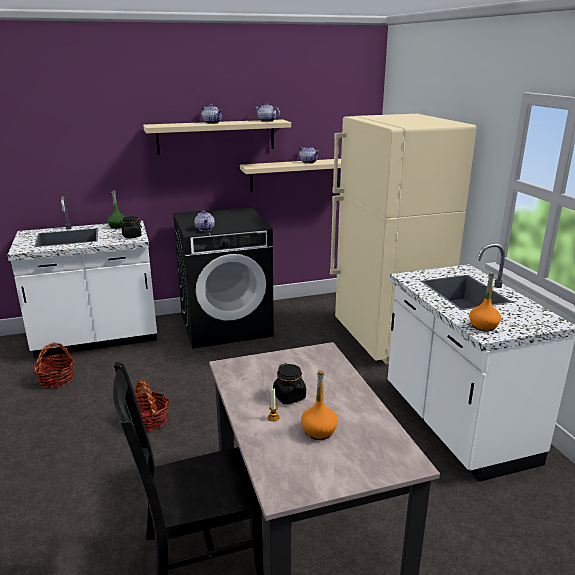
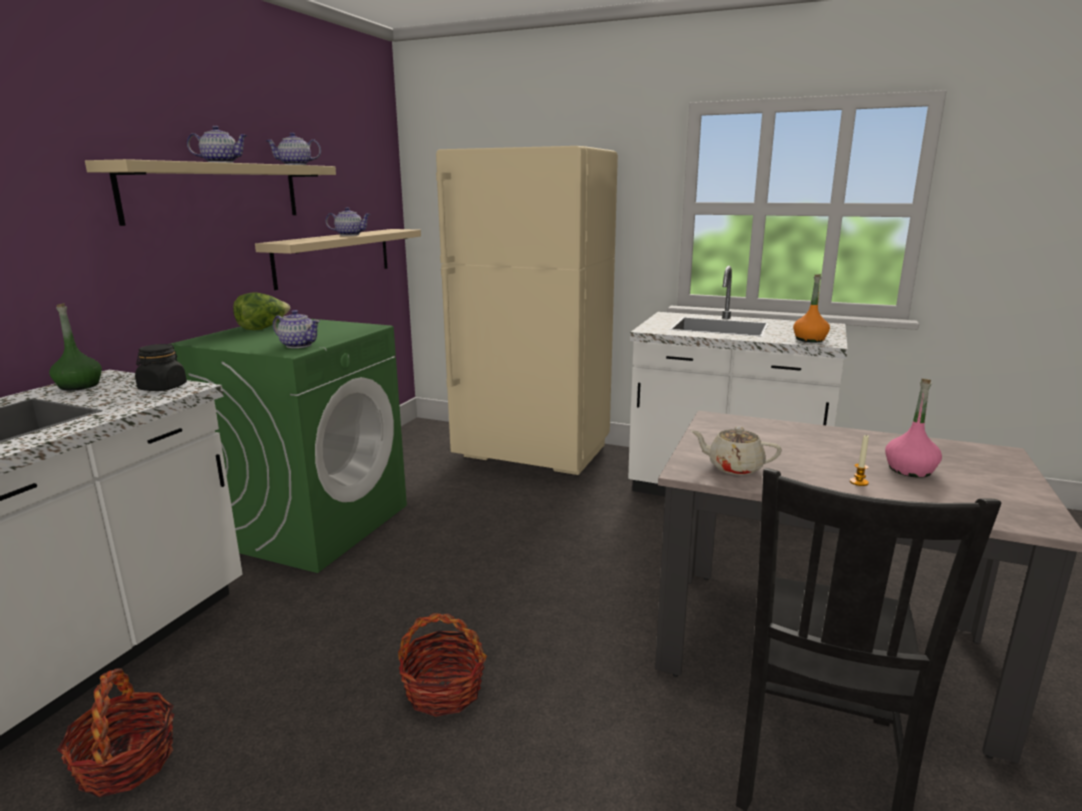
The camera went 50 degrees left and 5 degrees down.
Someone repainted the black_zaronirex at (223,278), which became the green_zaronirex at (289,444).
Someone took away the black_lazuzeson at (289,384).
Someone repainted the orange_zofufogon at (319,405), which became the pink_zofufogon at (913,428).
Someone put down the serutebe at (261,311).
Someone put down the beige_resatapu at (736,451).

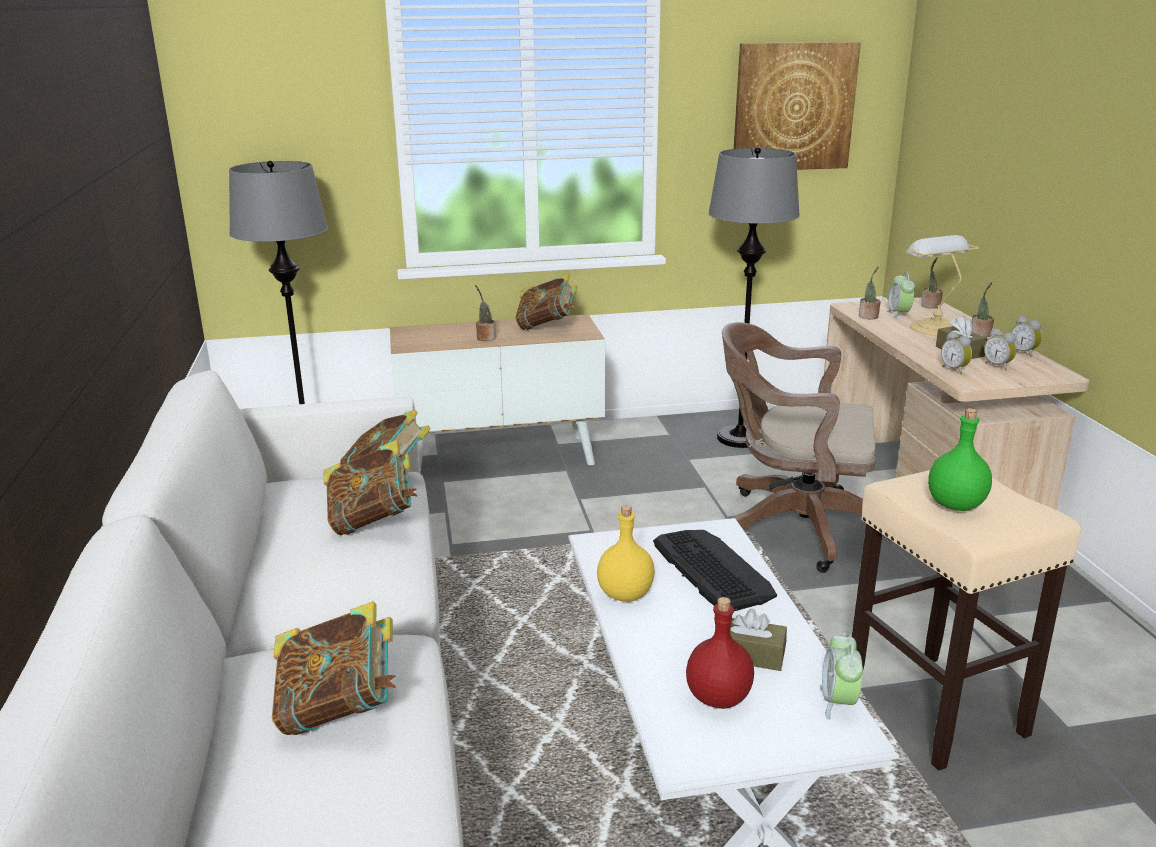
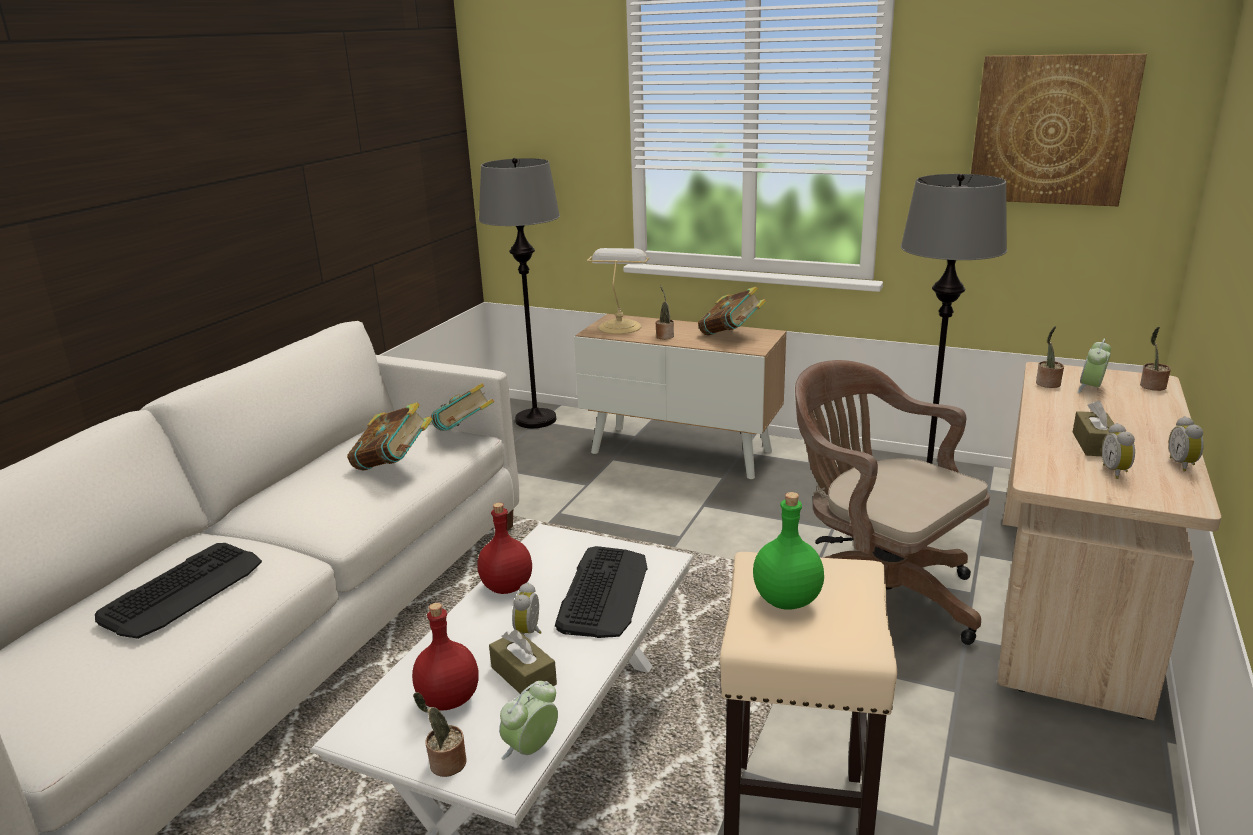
The camera went 35 degrees right and 0 degrees up.
Someone swapped the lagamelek at (334,668) for the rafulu at (178,591).
Someone repainted the yellow_zofufogon at (626,553), which became the red_zofufogon at (504,548).
Someone carried the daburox from (942,285) to (618,291).
Someone carried the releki from (956,352) to (527,608).
Someone carried the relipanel from (982,310) to (440,734).

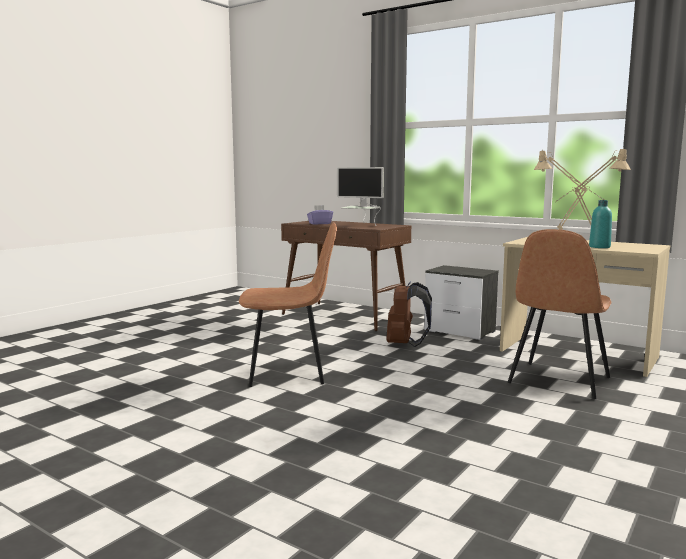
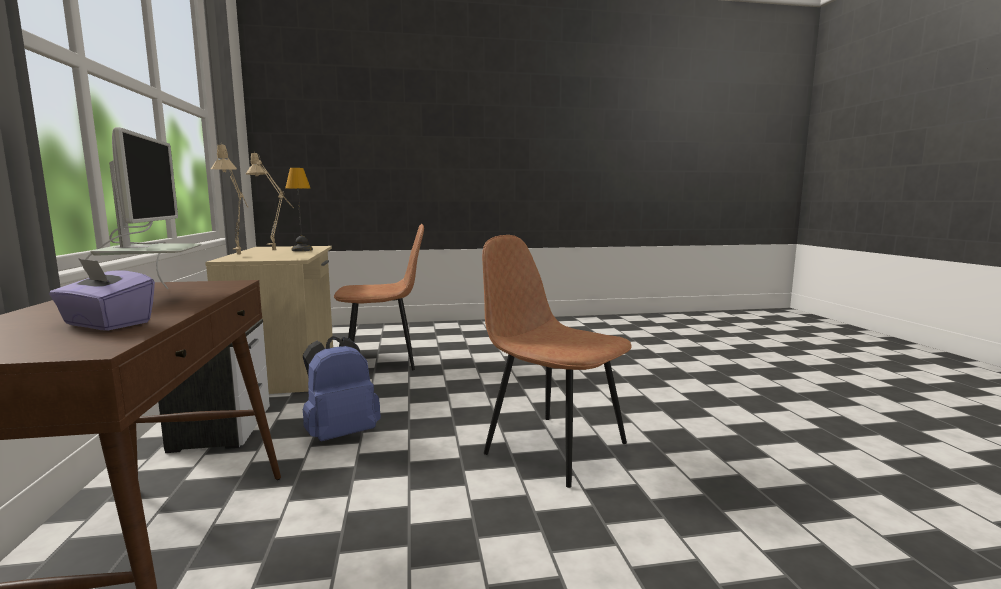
The camera went 135 degrees left and 0 degrees up.
Someone repainted the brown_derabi at (409,314), which became the blue_derabi at (342,388).
Someone swapped the turquoise_zofufogon at (600,224) for the daburox at (299,209).

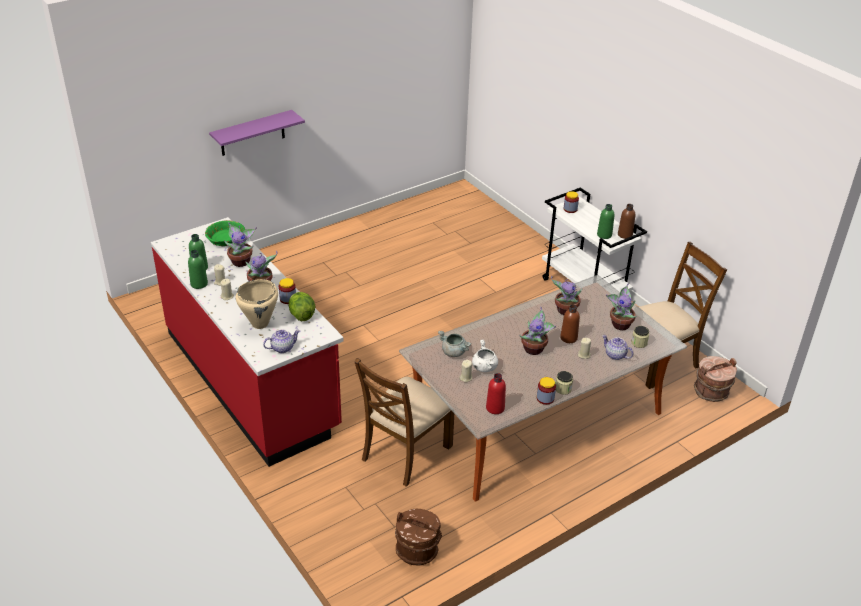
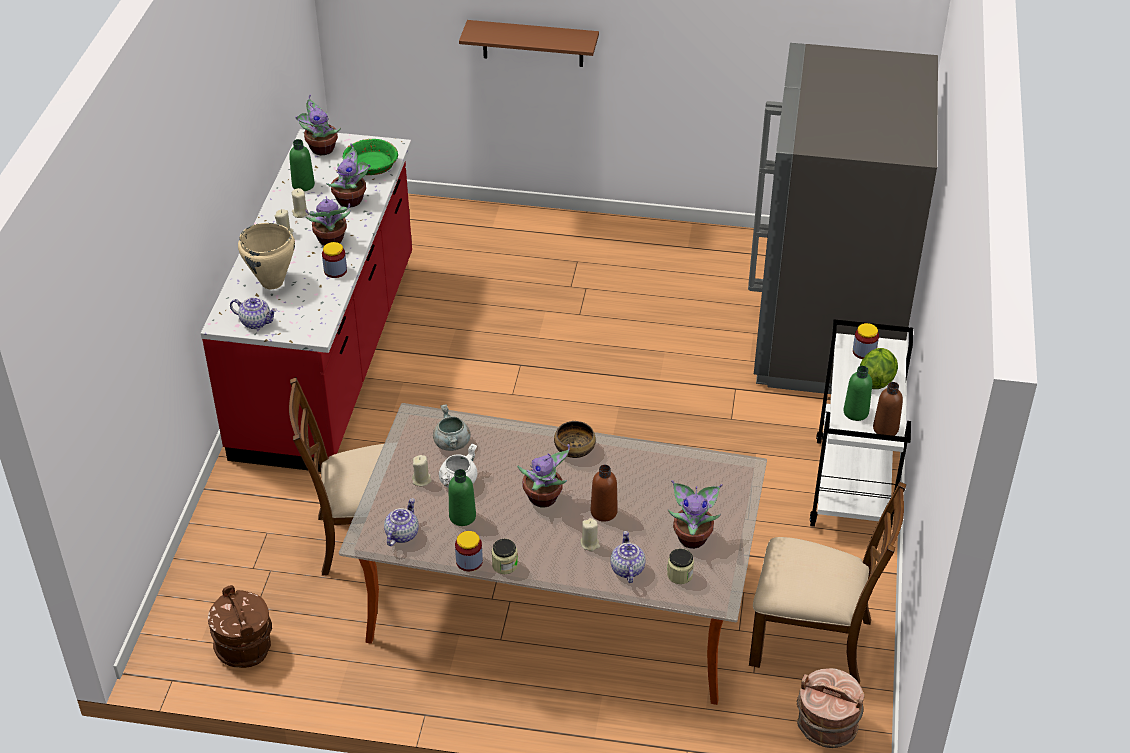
The camera went 45 degrees right and 5 degrees up.
Someone carried the green_zofufogon from (198,269) to (462,497).
Someone repainted the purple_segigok at (257,133), which became the brown_segigok at (529,43).
Someone carried the serutebe from (302,306) to (879,368).
Someone swapped the red_zofufogon at (496,393) for the resatapu at (401,522).
Someone carried the relipanel from (566,295) to (318,124).
Someone put down the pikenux at (575,439).
Someone put down the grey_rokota at (843,218).

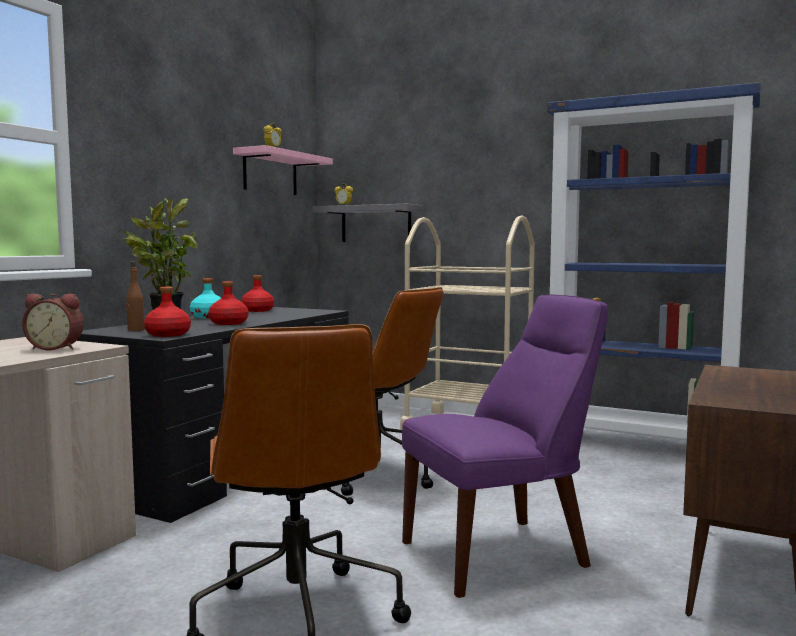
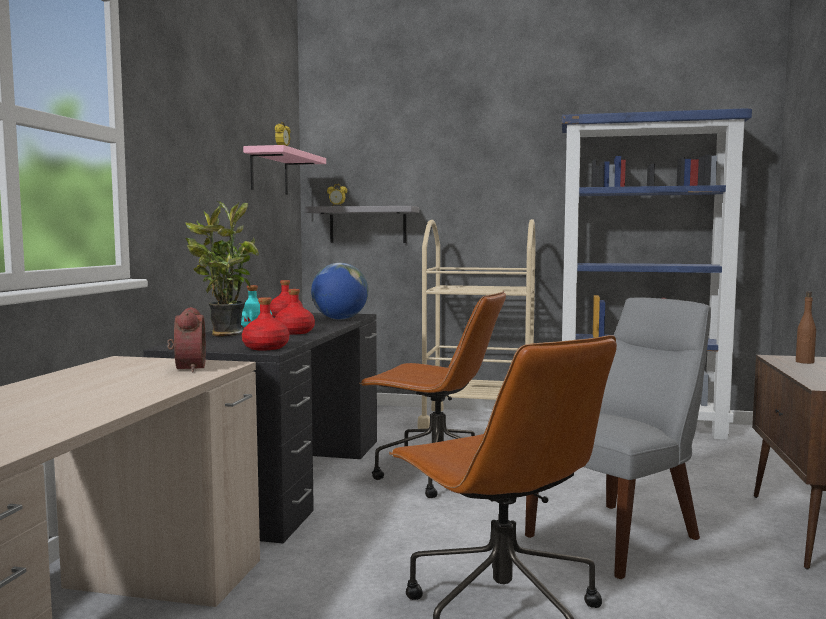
The camera went 15 degrees left and 0 degrees up.
Someone rotated the releki at (53,322) by 90 degrees counterclockwise.
Someone carried the brown_zofufogon from (135,296) to (806,327).
Someone repainted the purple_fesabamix at (505,446), which became the grey_fesabamix at (618,438).
Someone put down the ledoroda at (339,291).

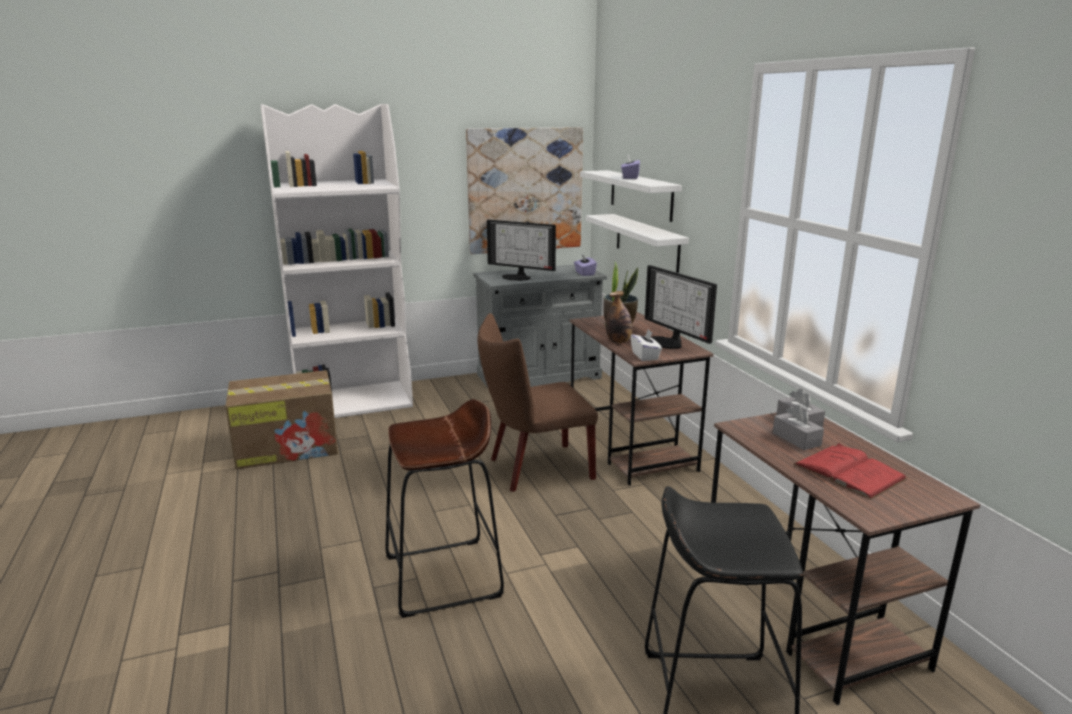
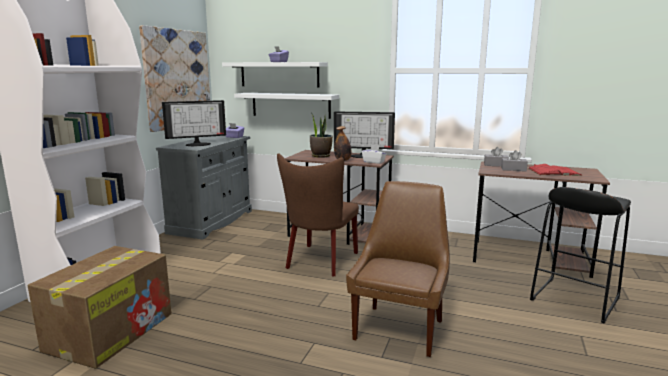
The camera went 50 degrees left and 5 degrees down.
Someone swapped the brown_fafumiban at (444,508) for the brown_fesabamix at (398,269).

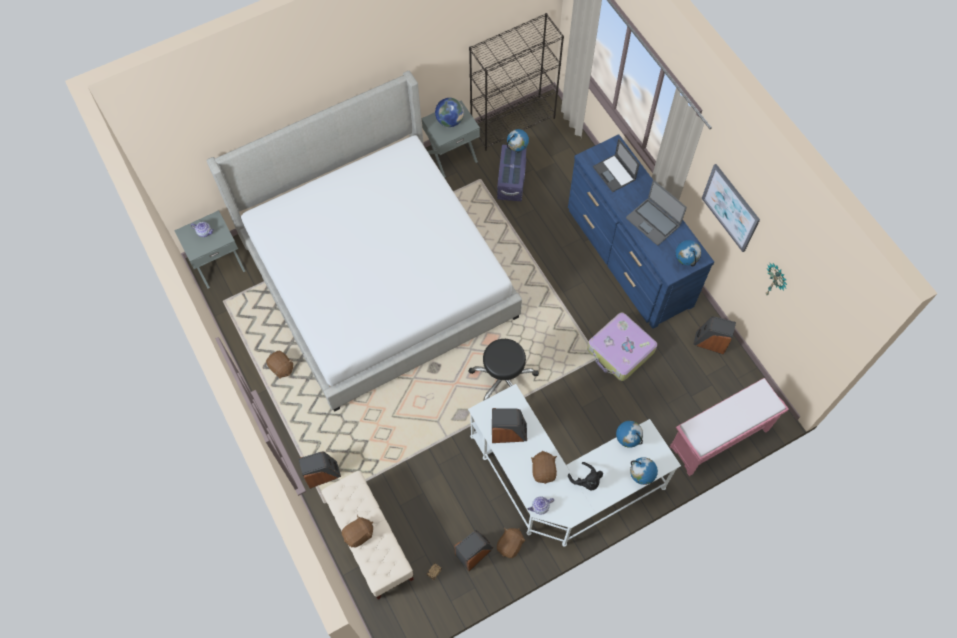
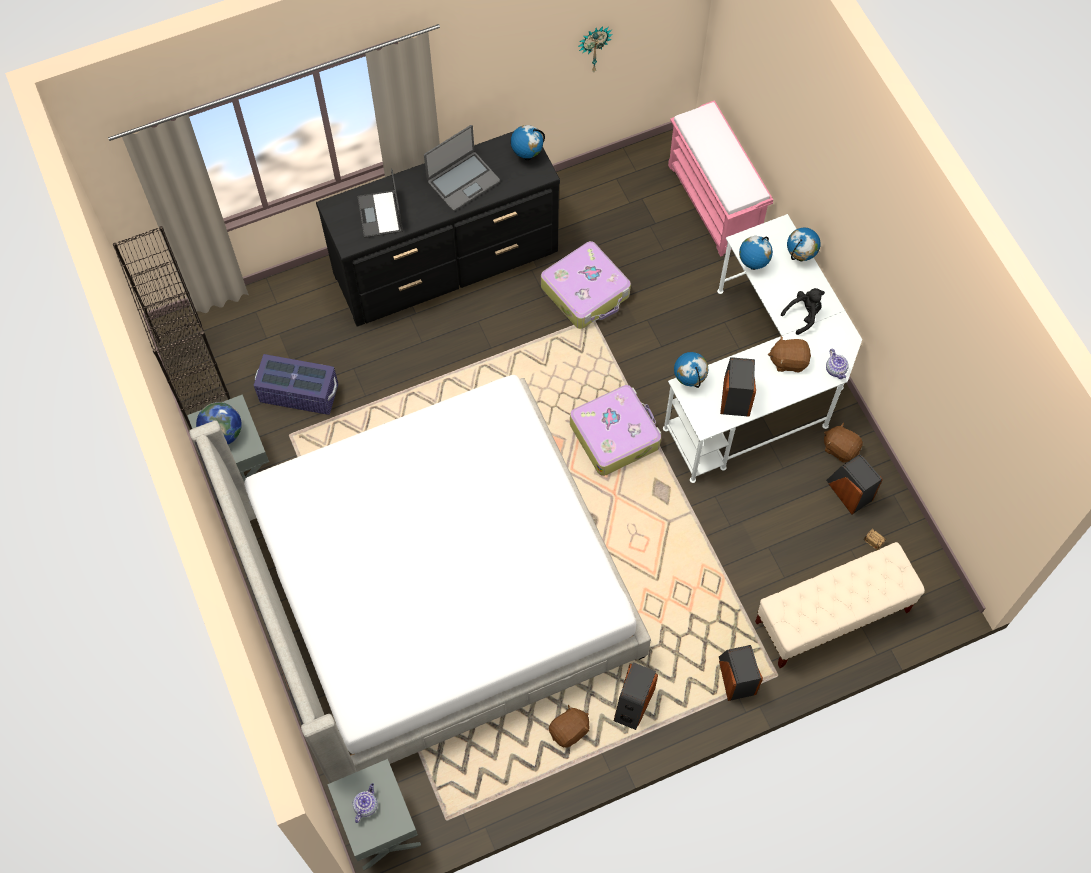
The camera went 85 degrees left and 0 degrees up.
Someone took away the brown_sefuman at (357,531).
Someone swapped the black_fafumiban at (503,370) for the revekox at (615,430).
Someone carried the ledoroda from (518,141) to (691,370).
Someone repainted the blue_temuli at (641,231), which became the black_temuli at (438,229).
Someone rotated the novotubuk at (616,165) by 105 degrees clockwise.
Someone carried the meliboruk from (714,336) to (636,696).
Someone took away the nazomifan at (730,208).

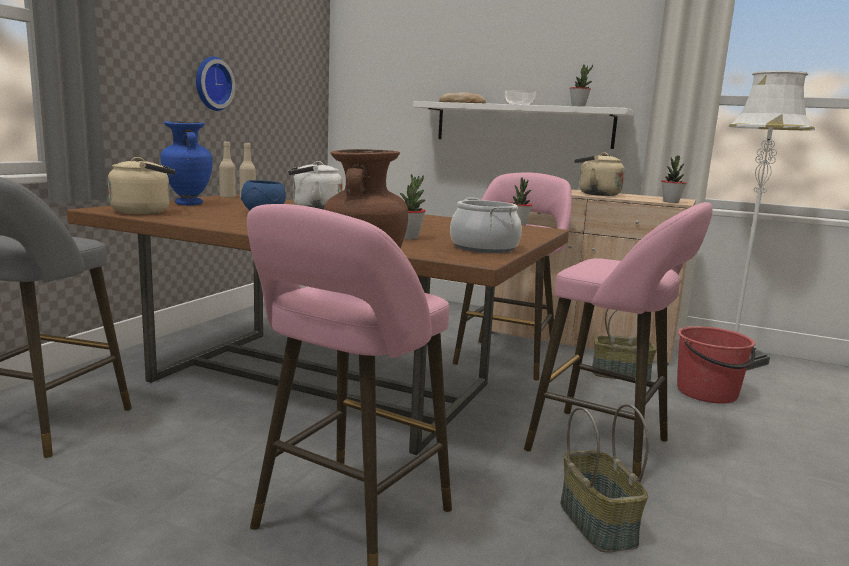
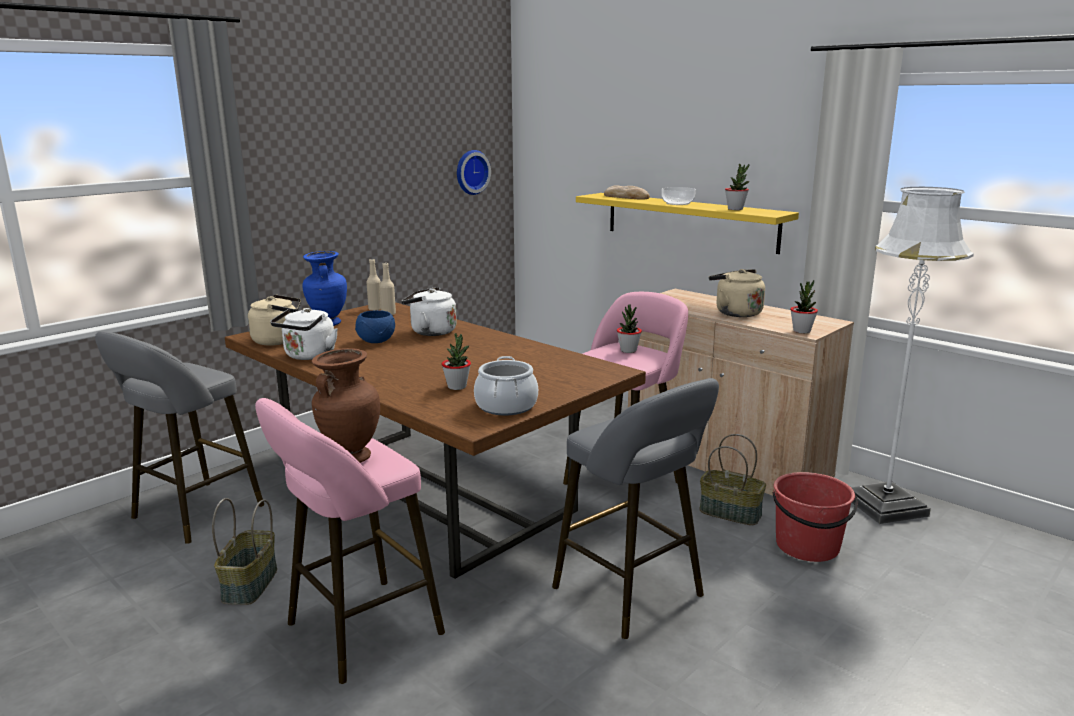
The camera went 20 degrees right and 5 degrees up.
Someone carried the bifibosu from (215,84) to (474,172).
Someone repainted the white_segigok at (523,125), which became the yellow_segigok at (687,223).
Someone repainted the pink_fafumiban at (618,343), which became the grey_fafumiban at (635,508).
Someone carried the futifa from (604,478) to (244,551).
Someone put down the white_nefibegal at (304,334).

